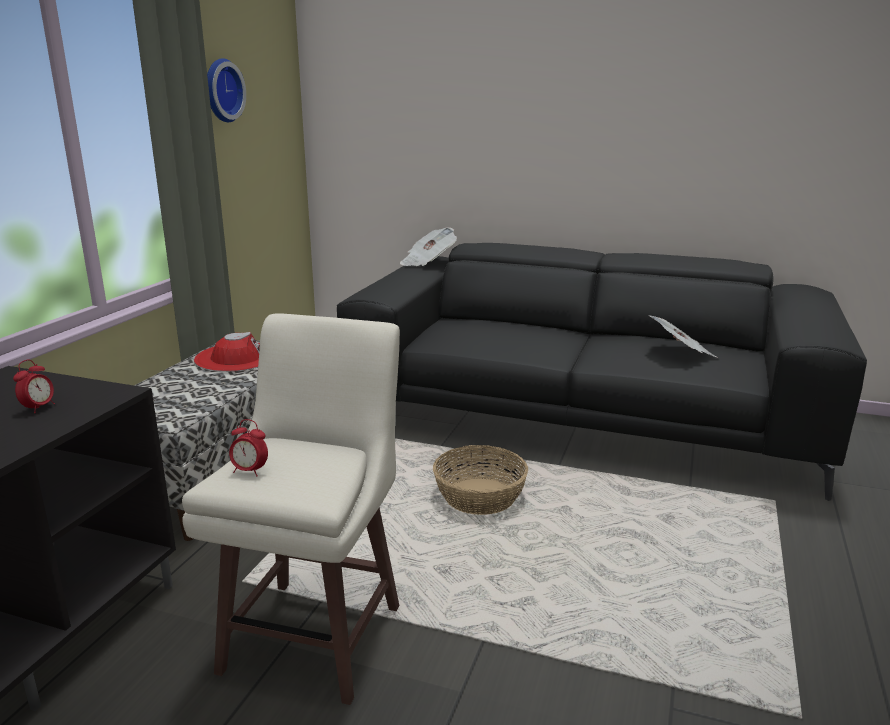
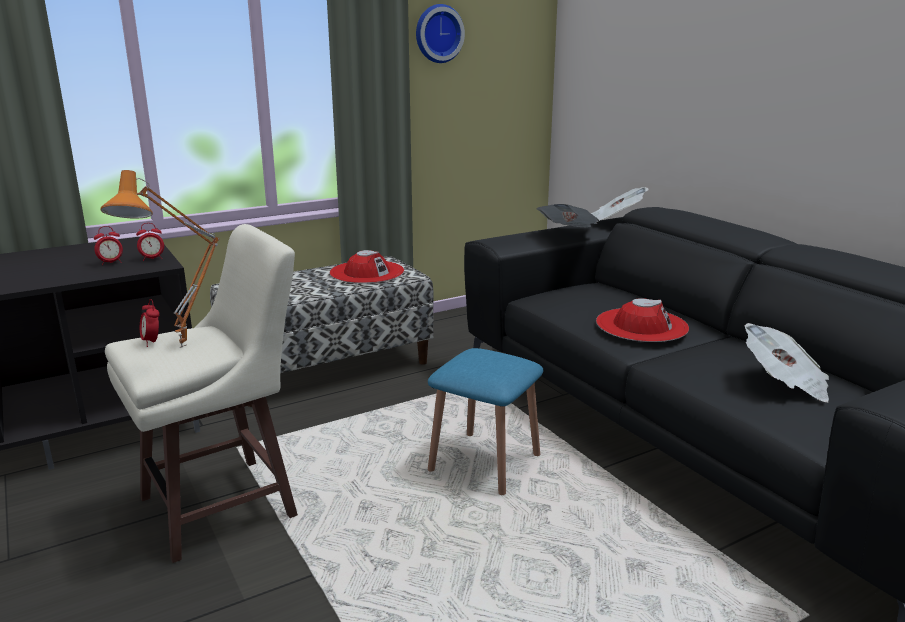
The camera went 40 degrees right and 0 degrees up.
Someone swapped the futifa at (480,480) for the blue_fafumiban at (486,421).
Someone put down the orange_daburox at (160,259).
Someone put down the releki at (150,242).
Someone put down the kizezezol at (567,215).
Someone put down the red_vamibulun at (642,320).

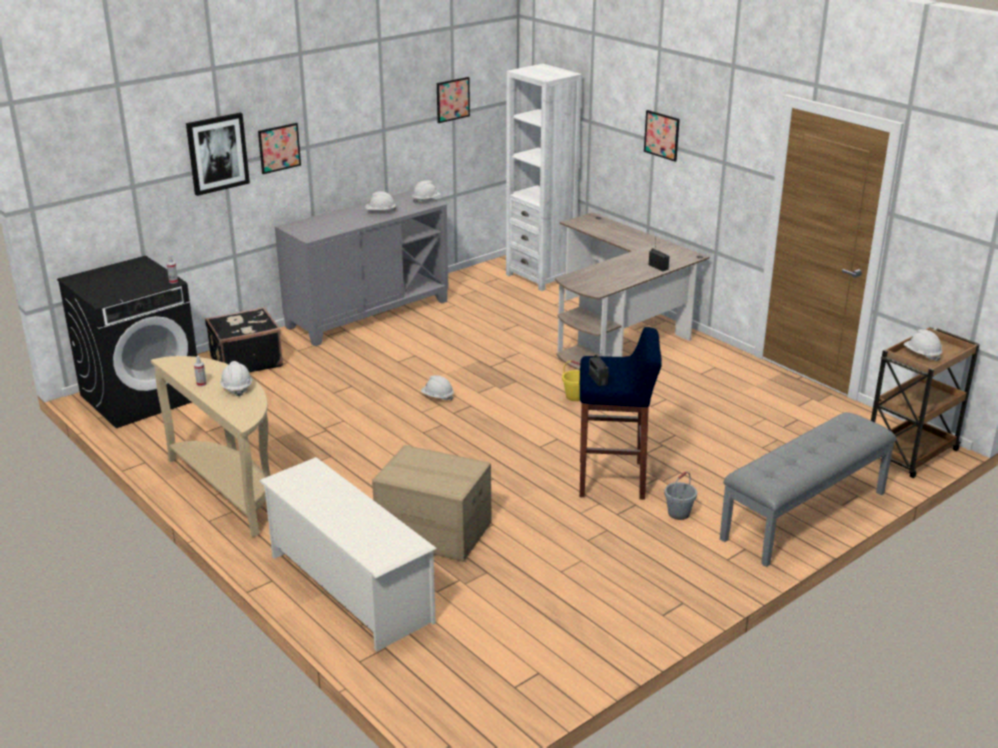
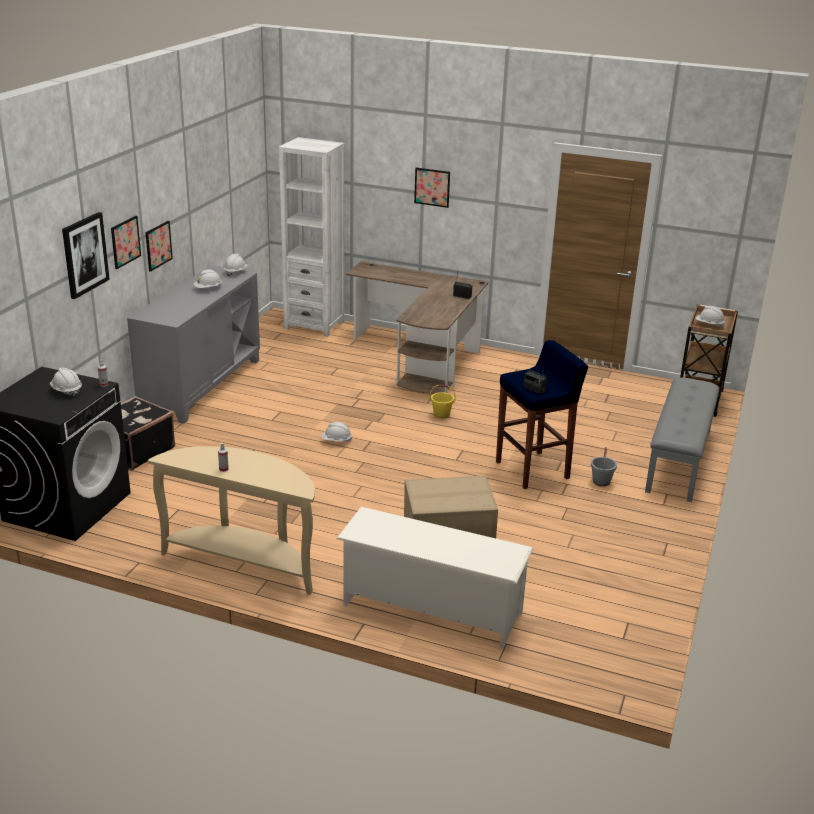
The camera went 30 degrees left and 0 degrees up.
Someone carried the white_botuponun from (236,379) to (66,382).
Someone carried the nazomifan from (453,100) to (159,246).

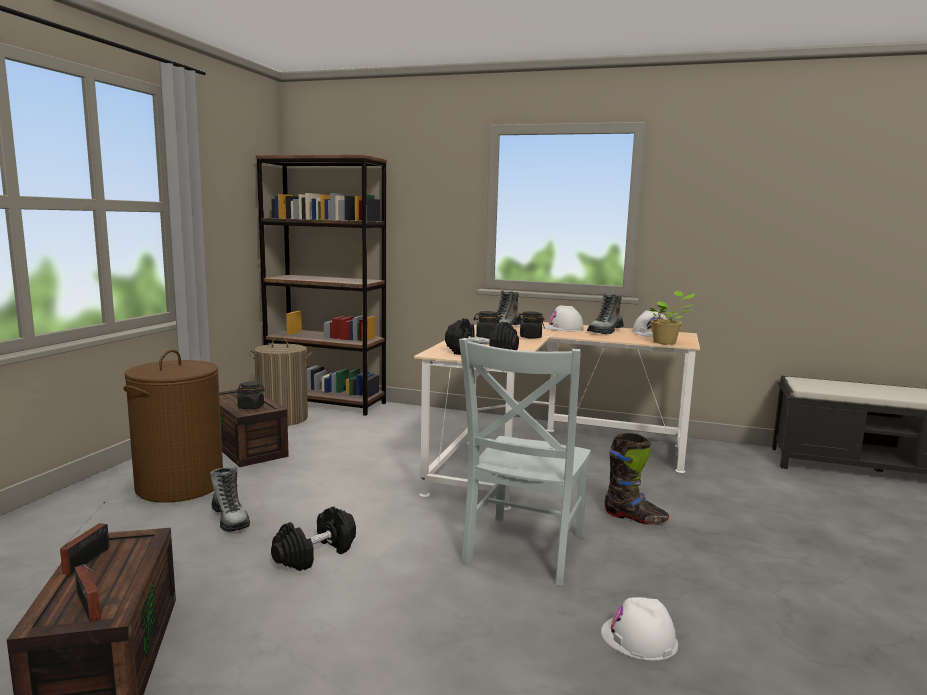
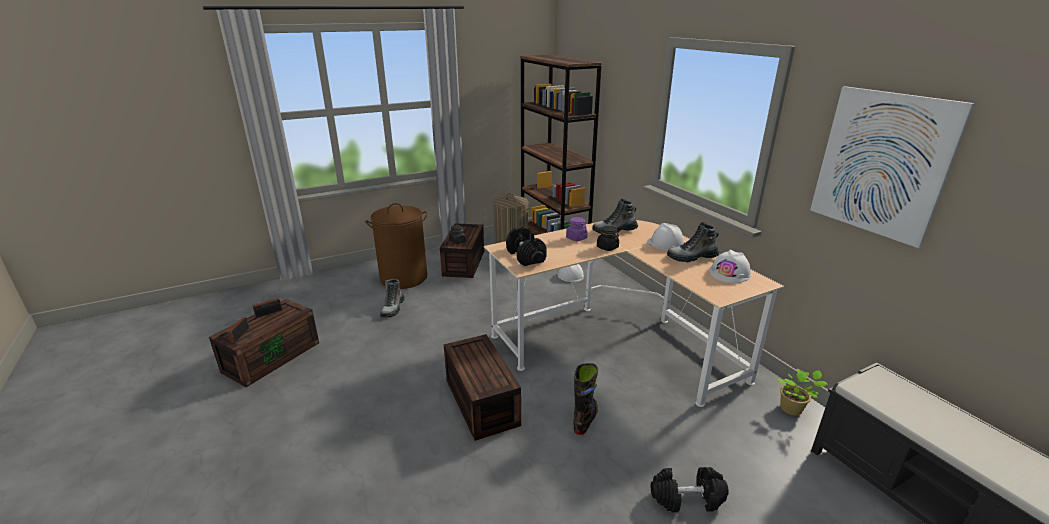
The camera went 45 degrees right and 15 degrees up.
Someone carried the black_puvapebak from (313,538) to (690,489).
Someone swapped the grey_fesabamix at (525,461) for the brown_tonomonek at (482,387).
Someone repainted the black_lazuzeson at (487,324), which became the purple_lazuzeson at (577,229).
Someone carried the white_botuponun from (639,628) to (570,273).
Someone rotated the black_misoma at (636,478) by 135 degrees counterclockwise.
Someone carried the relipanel from (672,318) to (802,391).
Someone put up the nazomifan at (892,167).

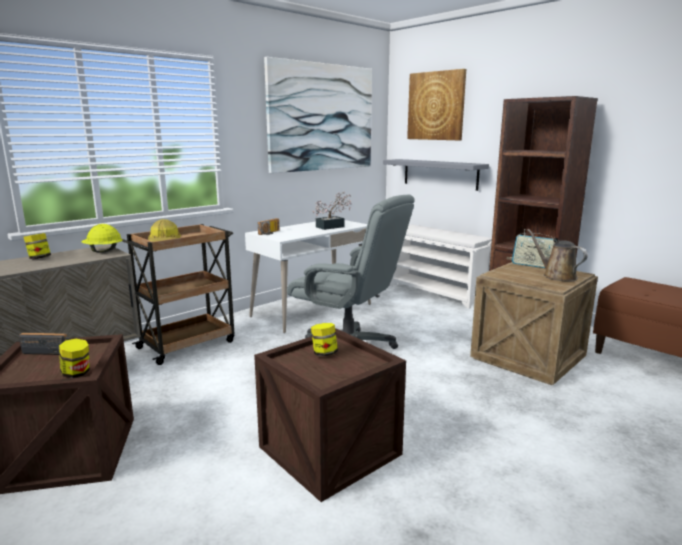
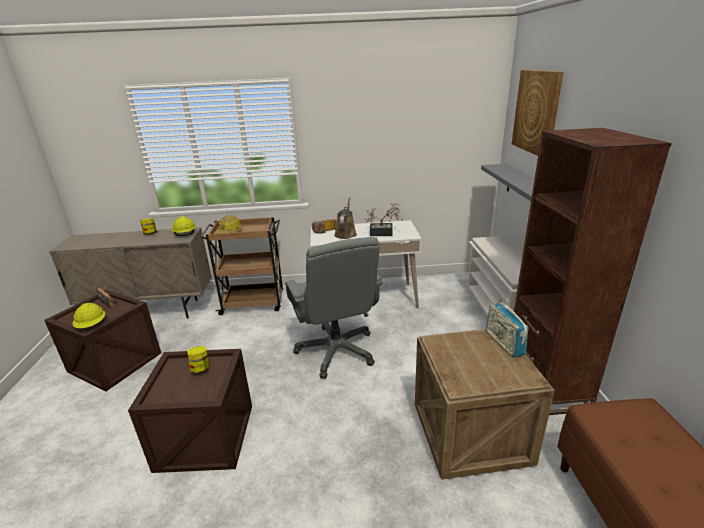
The camera went 40 degrees right and 10 degrees up.
Someone swapped the lazuzeson at (74,358) for the yellow_botuponun at (88,315).
Someone took away the nazomifan at (318,115).
Someone carried the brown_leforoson from (557,255) to (345,218).

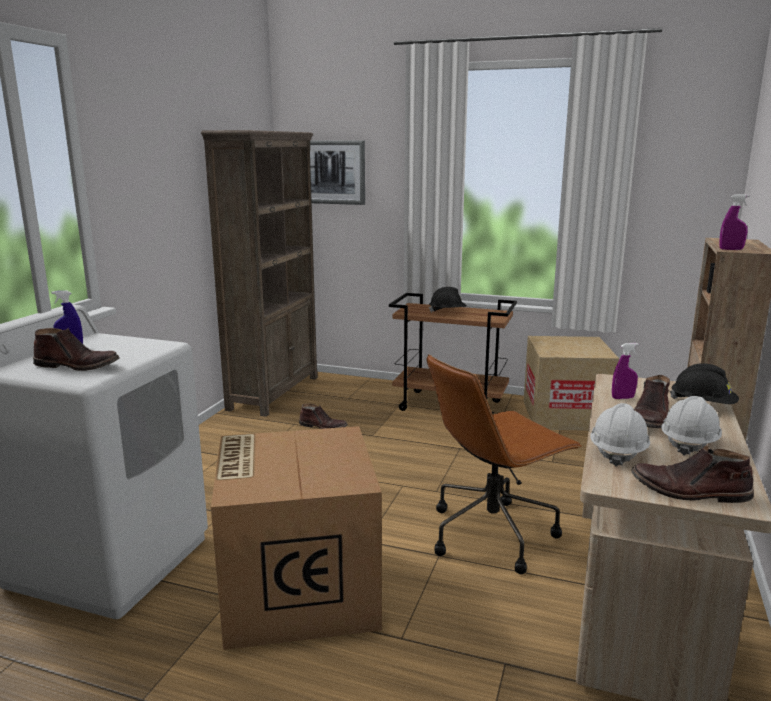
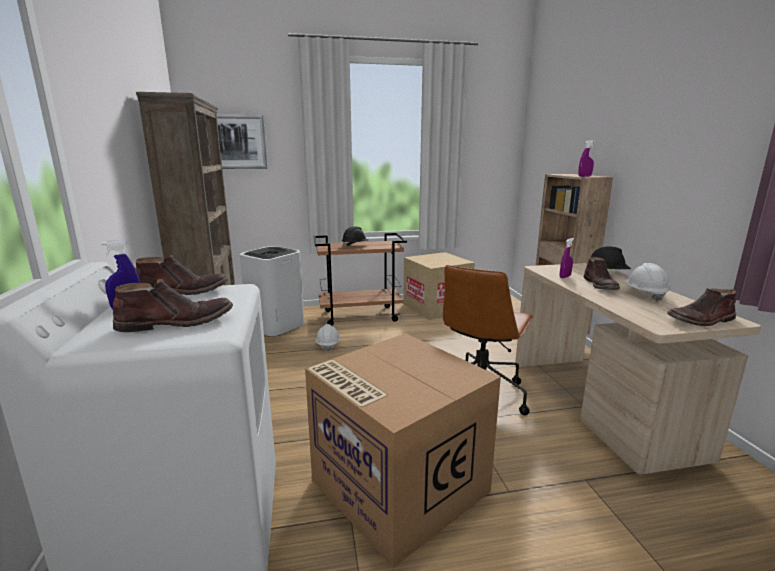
The camera went 30 degrees left and 0 degrees up.
Someone carried the brown_misoma from (323,416) to (181,275).
Someone carried the white_botuponun from (620,435) to (328,337).
Someone put down the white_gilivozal at (272,291).

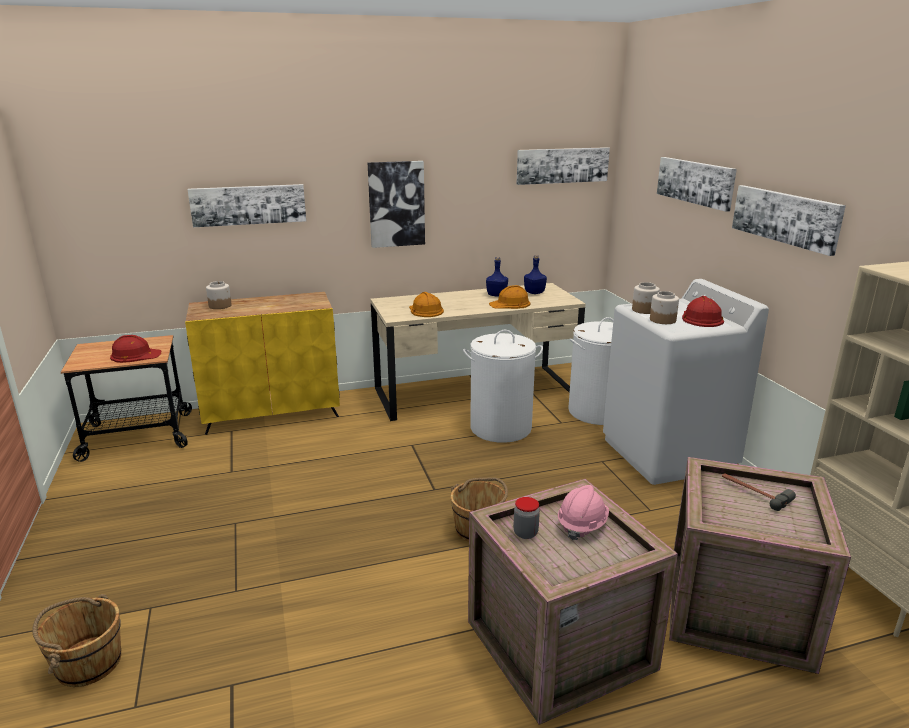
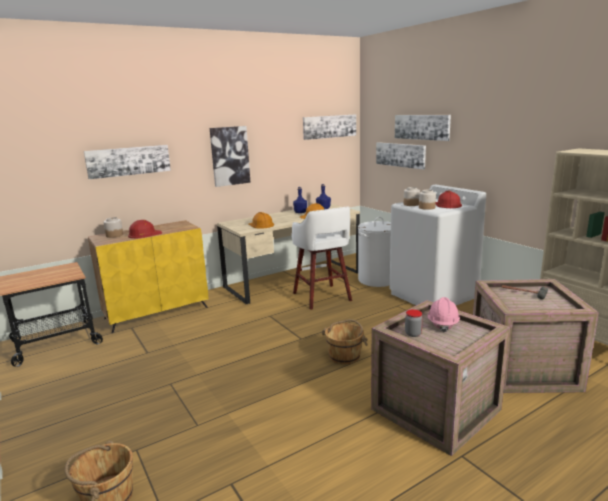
The camera went 15 degrees left and 5 degrees down.
Someone carried the red_botuponun from (135,349) to (145,229).
Someone swapped the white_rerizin at (503,386) for the white_fafumiban at (321,258).
Someone carried the nazomifan from (789,220) to (401,156).

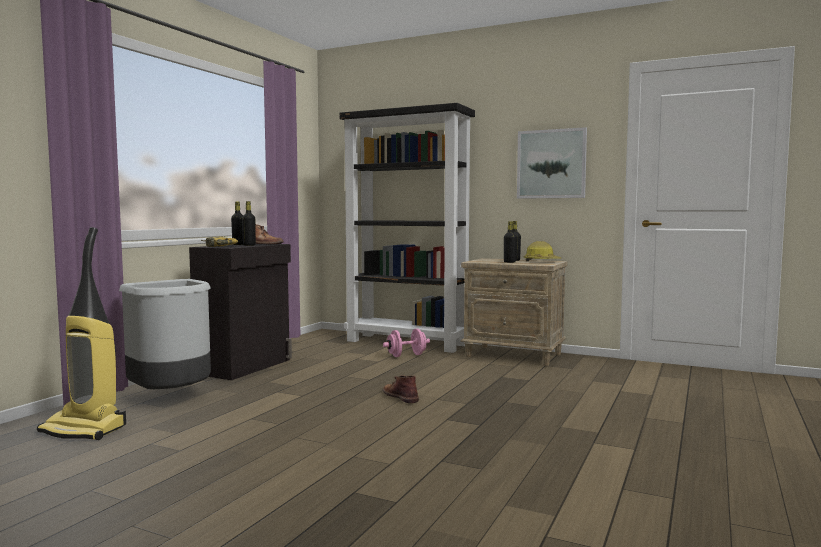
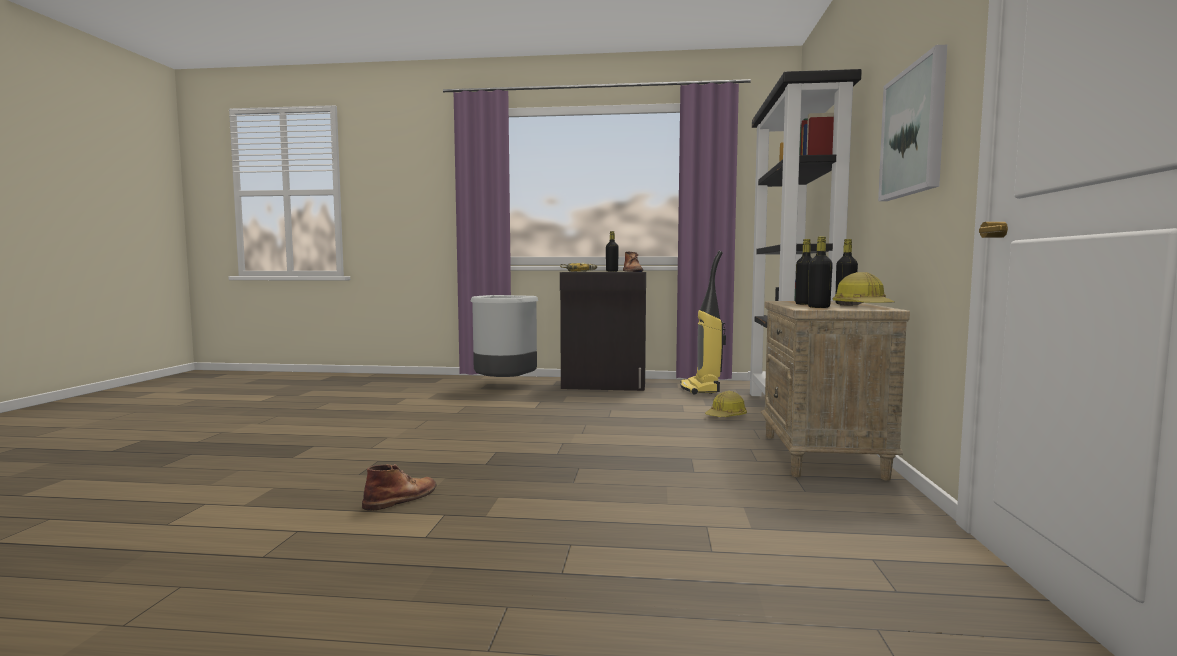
The camera went 70 degrees right and 0 degrees up.
Someone carried the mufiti from (81,333) to (703,323).
Someone carried the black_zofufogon from (249,223) to (820,272).
Someone swapped the pink_puvapebak at (406,343) for the botuponun at (726,404).
Someone carried the brown_misoma from (401,389) to (399,487).

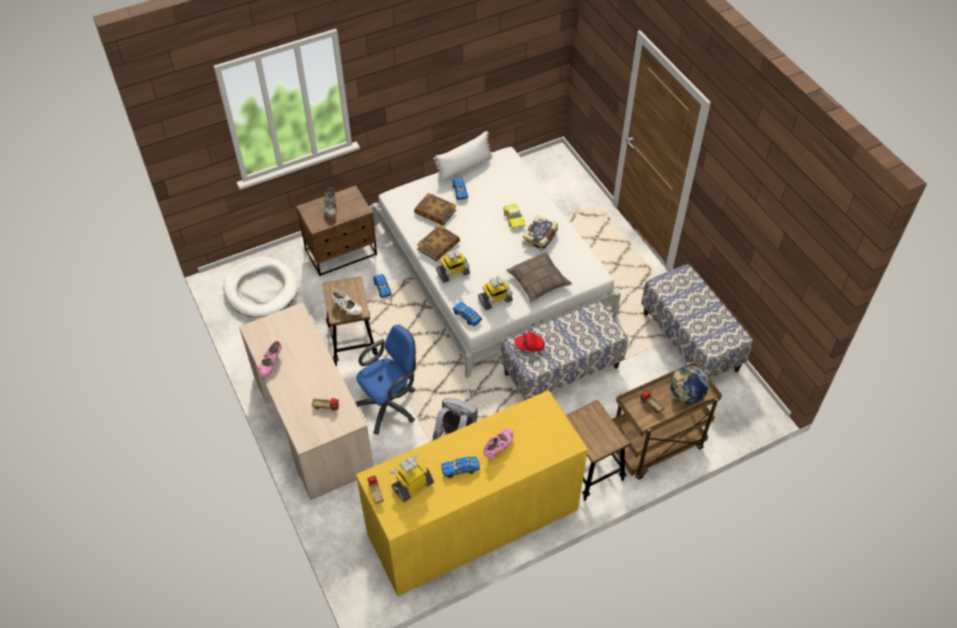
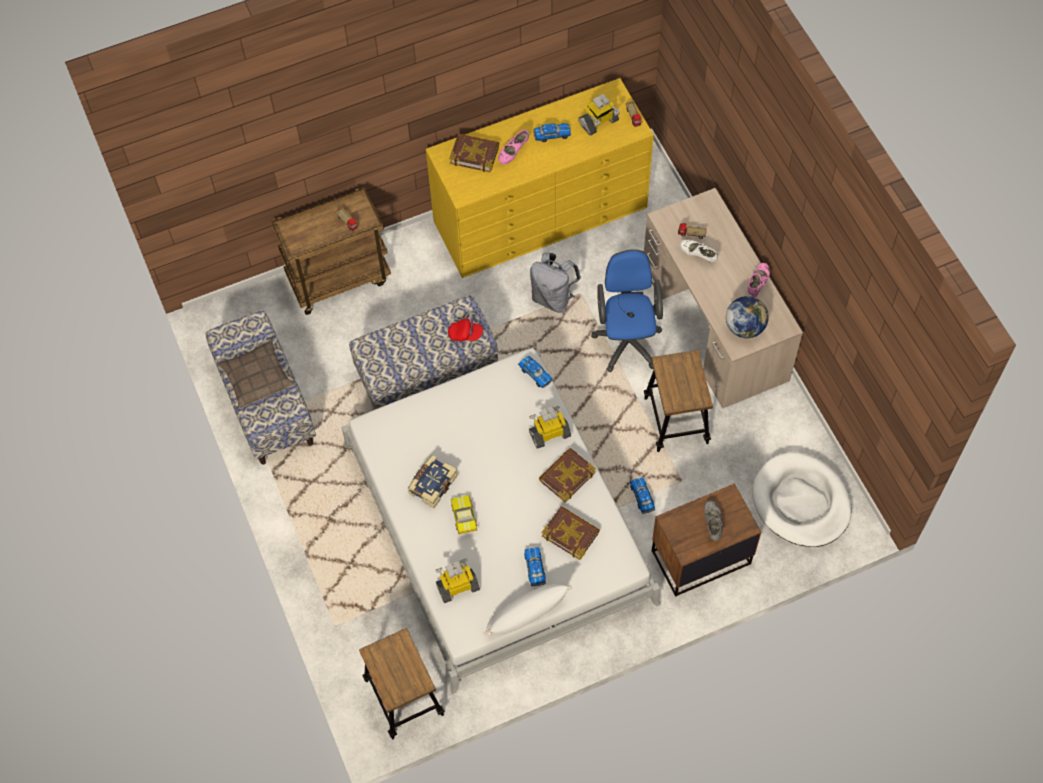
The camera went 175 degrees left and 10 degrees up.
Someone carried the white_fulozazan from (347,302) to (699,251).
Someone rotated the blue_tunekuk at (386,380) by 120 degrees clockwise.
Someone carried the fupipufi from (495,293) to (458,580).
Someone carried the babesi from (539,277) to (256,374).
Someone carried the fafumiban from (598,450) to (402,683).
Someone carried the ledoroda from (689,385) to (747,317).
Someone put down the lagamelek at (474,153).

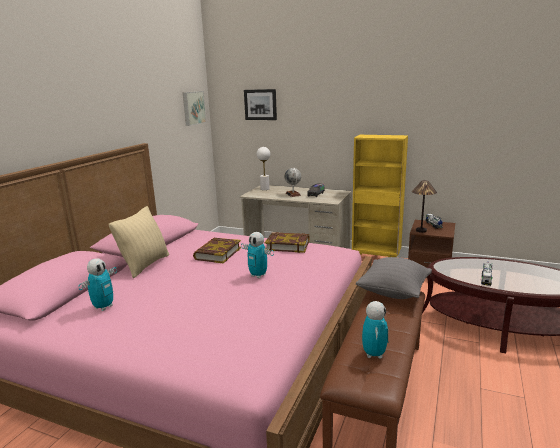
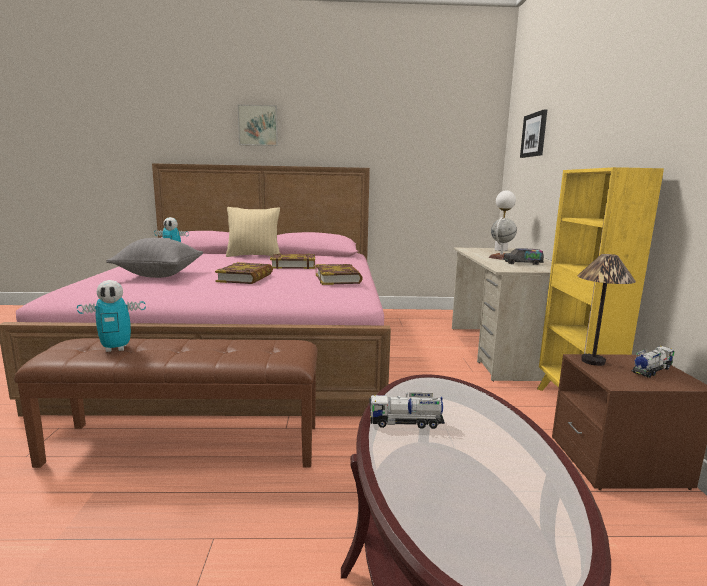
The camera went 65 degrees right and 5 degrees down.
Someone carried the nazomifan from (194,108) to (258,125).
Someone swapped the fupipufi at (257,255) for the lagamelek at (244,273).
Someone carried the grey_babesi from (393,278) to (154,258).

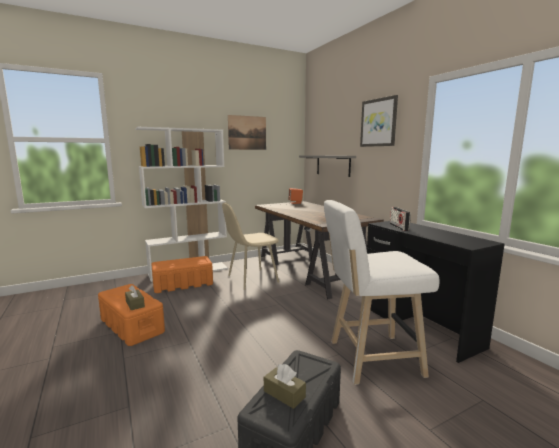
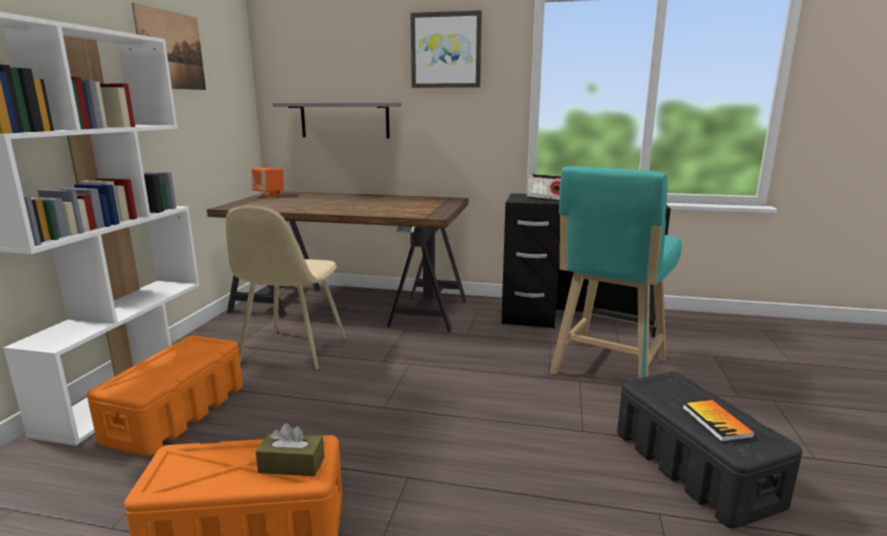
The camera went 50 degrees left and 5 degrees up.
Someone swapped the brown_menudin at (285,386) for the lagamelek at (719,421).
Someone repainted the white_fafumiban at (382,292), which became the turquoise_fafumiban at (616,272).

